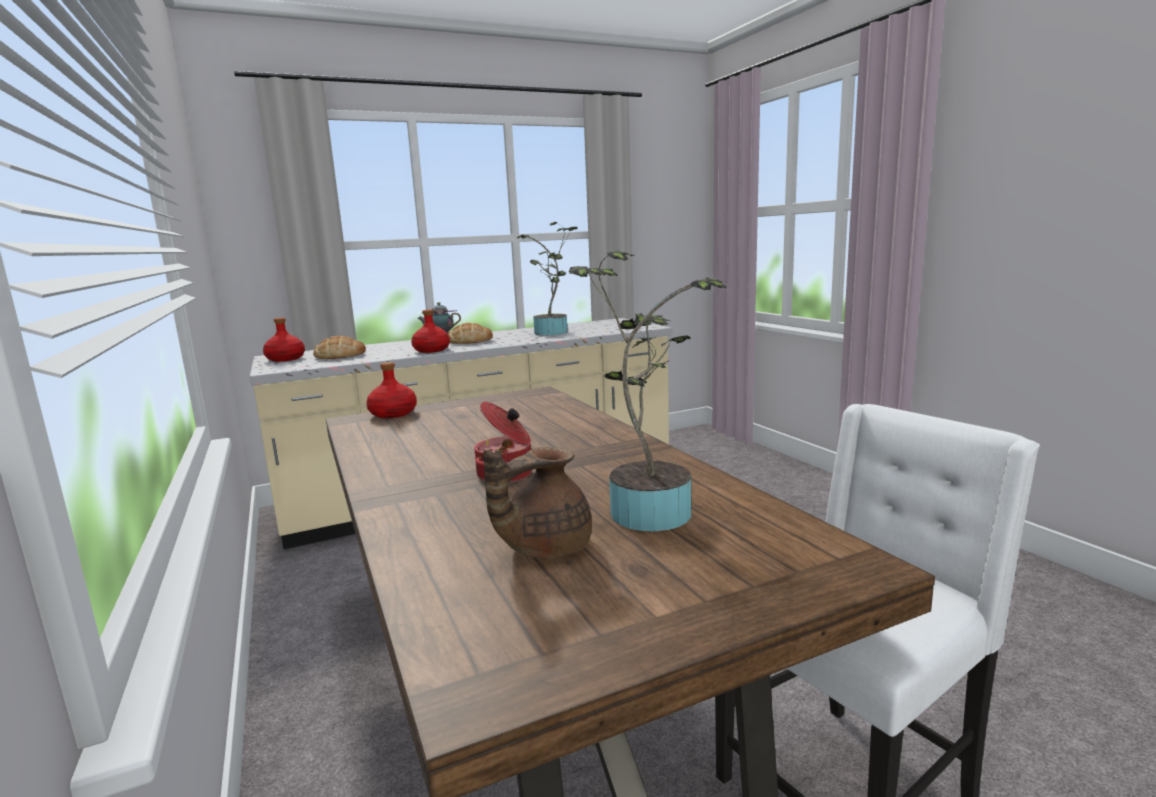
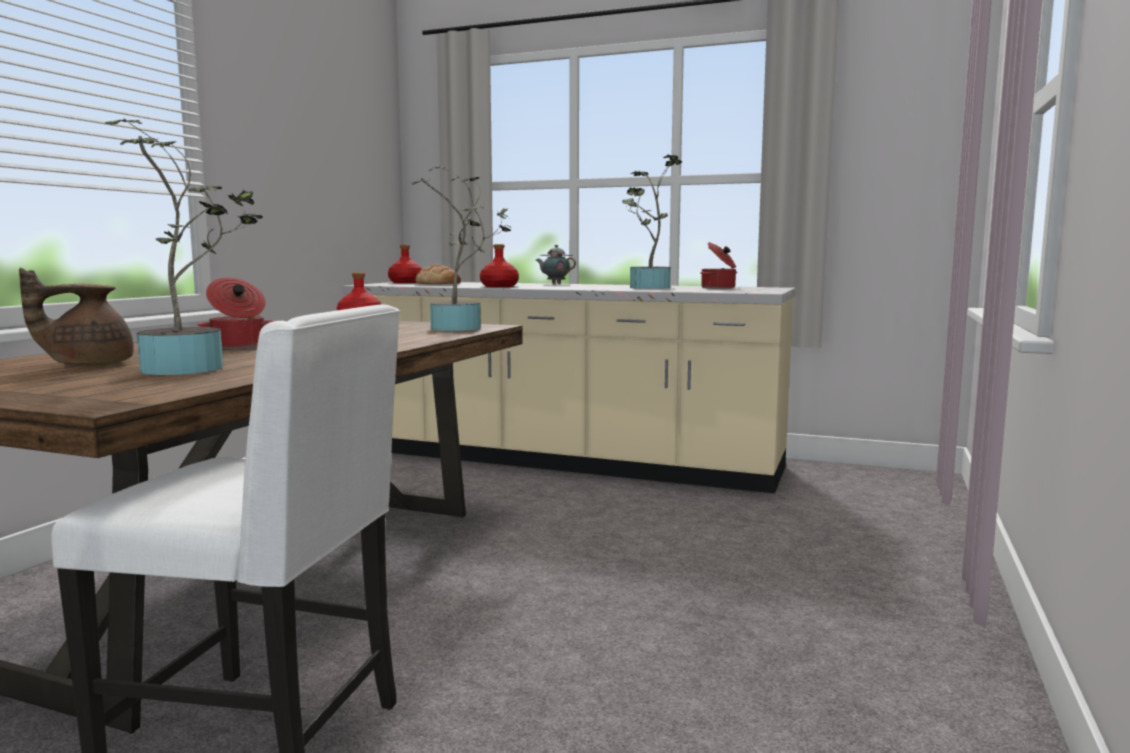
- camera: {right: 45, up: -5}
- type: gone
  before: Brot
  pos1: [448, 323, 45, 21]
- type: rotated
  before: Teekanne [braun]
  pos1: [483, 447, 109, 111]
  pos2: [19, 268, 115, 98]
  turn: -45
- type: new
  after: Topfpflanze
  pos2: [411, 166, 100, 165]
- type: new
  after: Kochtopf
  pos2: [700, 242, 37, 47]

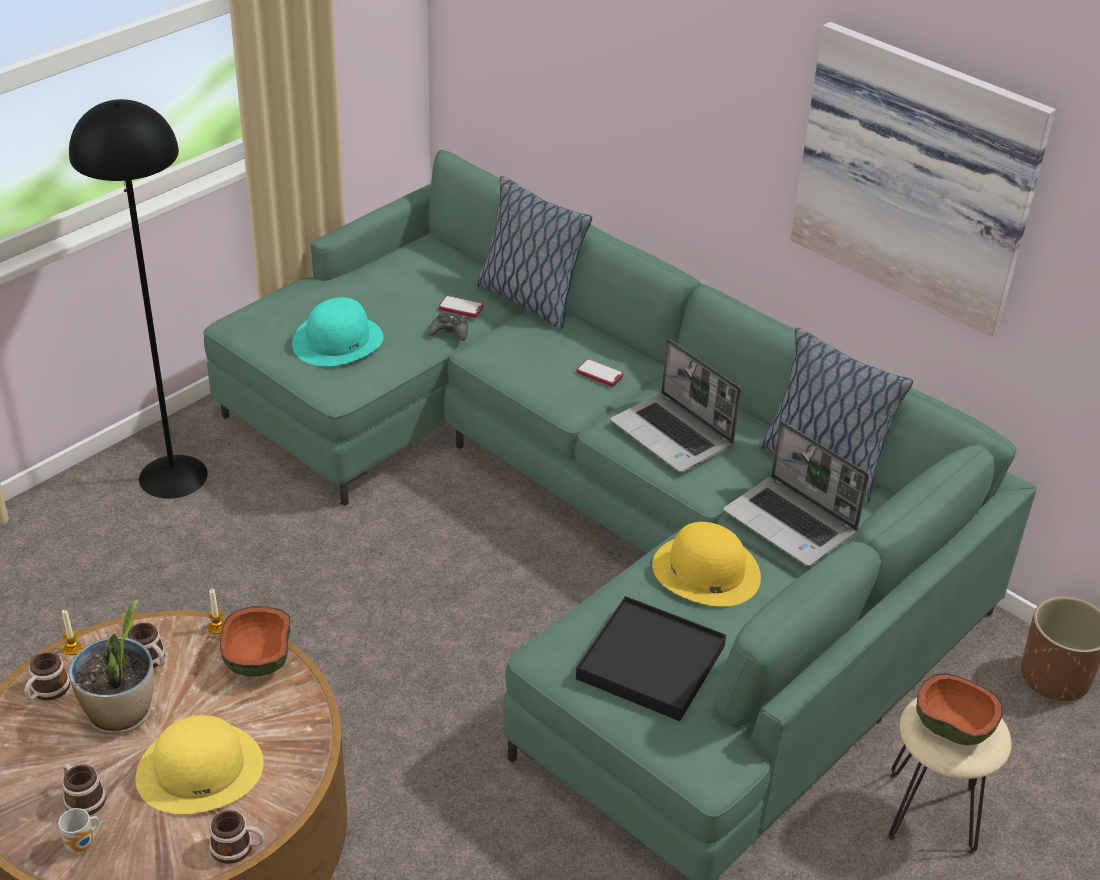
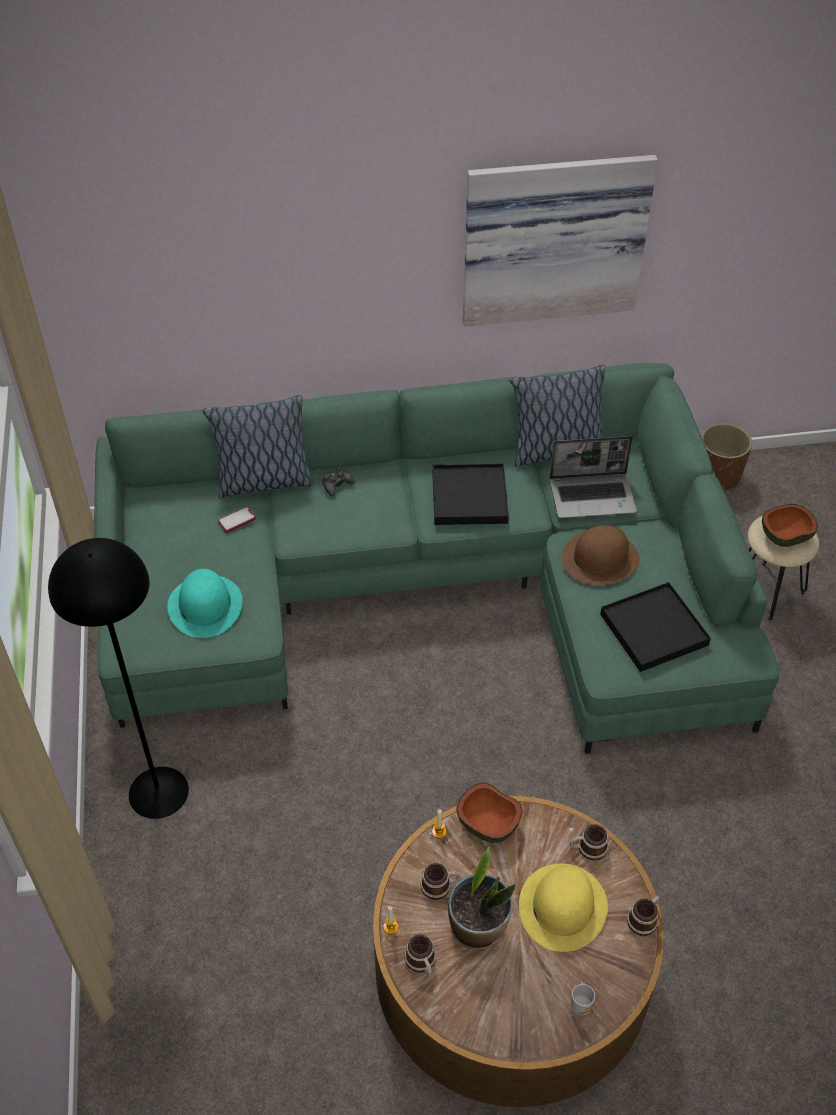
- camera: {right: -50, up: 10}
- type: shifted
  before: Henkelbecher
  pos1: [62, 763, 44, 53]
  pos2: [570, 824, 38, 37]
- type: shifted
  before: Gamepad [schwarz]
  pos1: [428, 312, 40, 29]
  pos2: [322, 469, 33, 28]
- type: gone
  before: Handy
  pos1: [577, 359, 46, 28]
- type: swapped
  before: Laptop
  after: Tablett [schwarz]
  pos1: [611, 338, 130, 134]
  pos2: [432, 464, 77, 61]
- type: repainted
  before: Hut [gelb]
  after: Hut [braun]
  pos1: [652, 522, 109, 84]
  pos2: [562, 525, 77, 60]

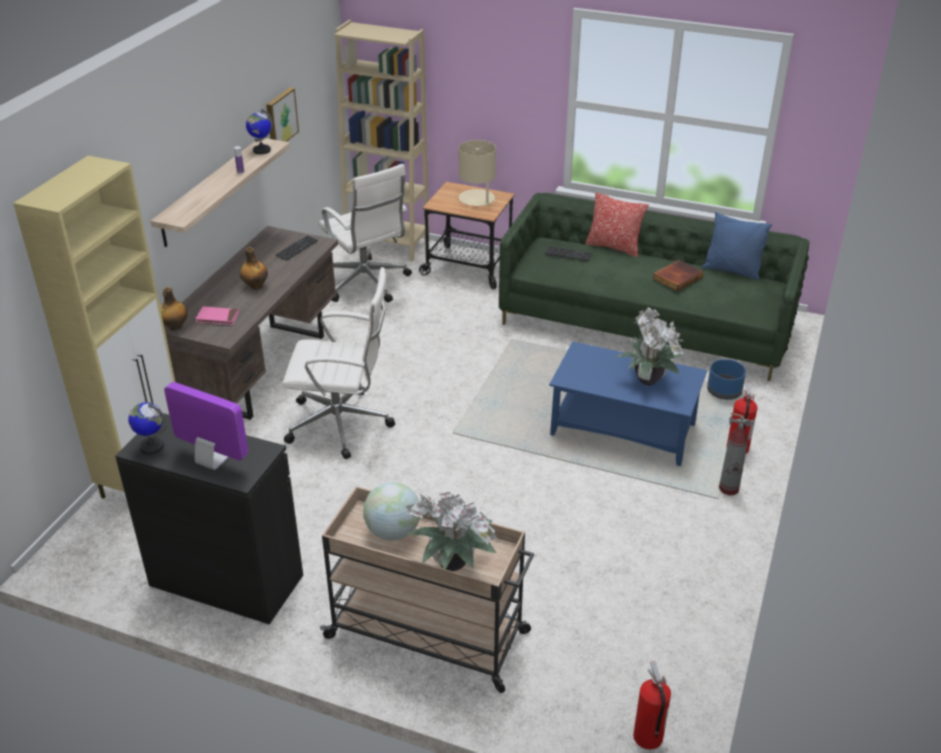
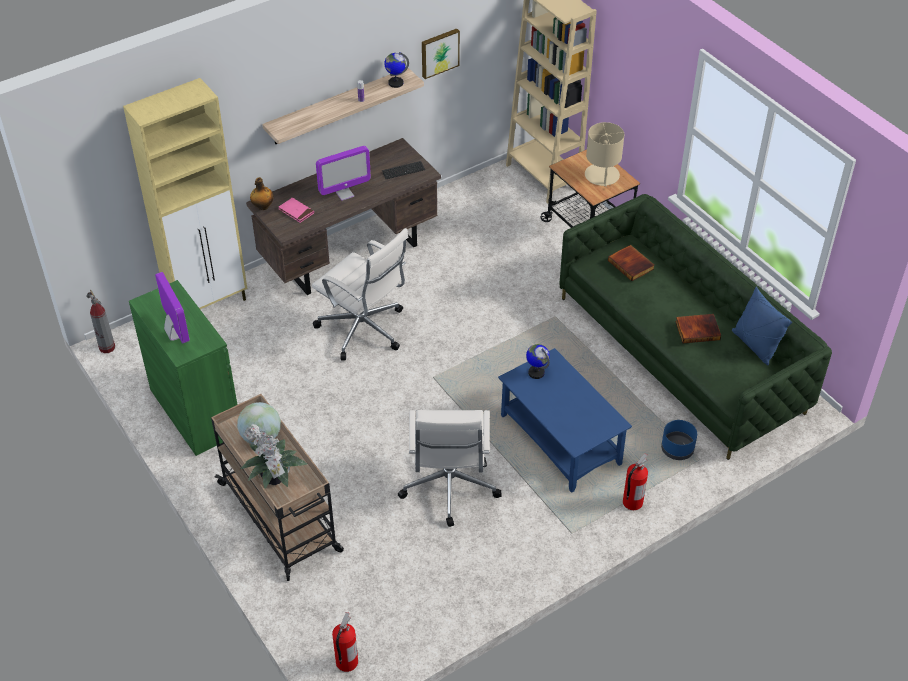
- camera: {right: 35, up: 10}
- type: repainted
  before: Schrank [schwarz]
  after: Schrank [grün]
  pos1: [115, 413, 188, 211]
  pos2: [129, 280, 109, 176]
- type: shifted
  before: Globus
  pos1: [128, 402, 39, 53]
  pos2: [526, 344, 24, 35]
- type: swapped
  before: Flasche
  after: Monitor
  pos1: [240, 247, 28, 43]
  pos2: [316, 146, 55, 55]
- type: shifted
  before: Bürostuhl [weiß]
  pos1: [318, 164, 94, 138]
  pos2: [398, 410, 104, 117]
- type: swapped
  before: Tastatur
  after: Buch
  pos1: [545, 246, 47, 16]
  pos2: [608, 245, 46, 36]
- type: gone
  before: Kissen
  pos1: [585, 193, 64, 64]
- type: gone
  before: Topfpflanze
  pos1: [614, 307, 69, 79]
- type: shifted
  before: Feuerlöscher
  pos1: [719, 413, 36, 82]
  pos2: [86, 290, 29, 63]

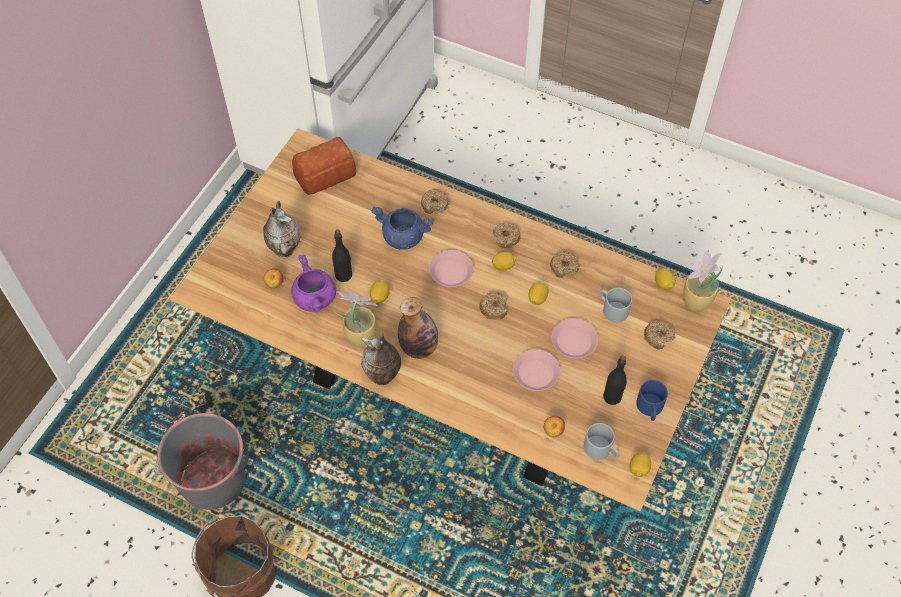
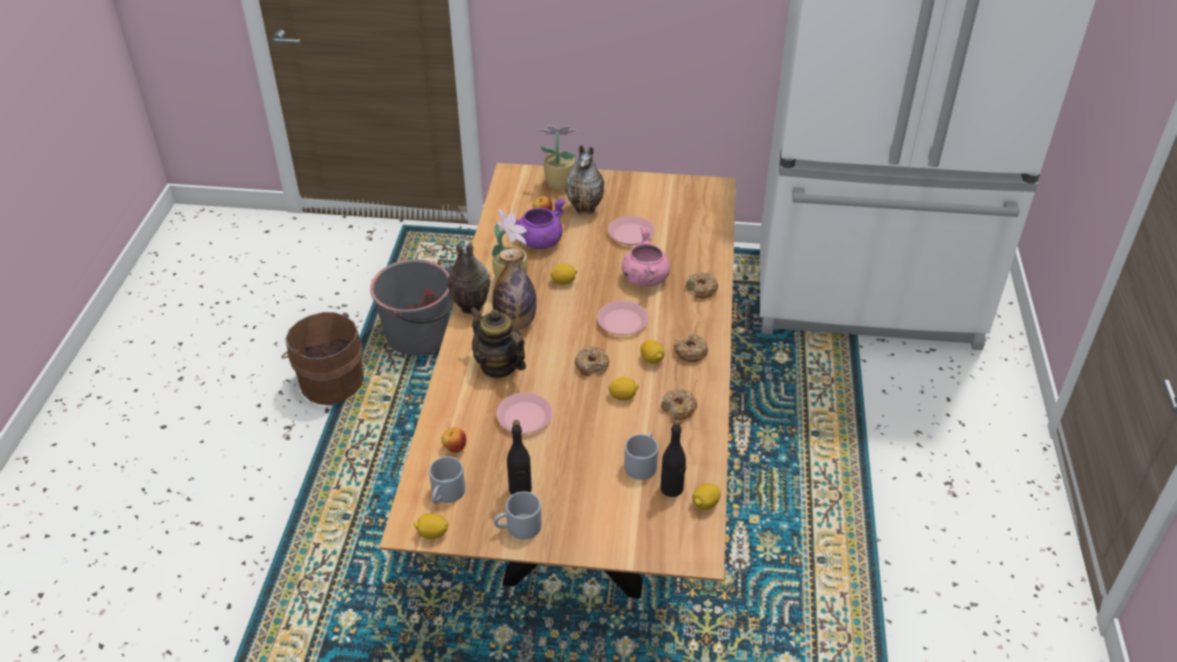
- camera: {right: 70, up: -15}
- type: gone
  before: Brot
  pos1: [292, 137, 64, 58]
- type: shifted
  before: Flasche [schwarz]
  pos1: [332, 229, 20, 53]
  pos2: [661, 419, 25, 78]
- type: repainted
  before: Kochtopf [blau]
  after: Kochtopf [rosa]
  pos1: [371, 207, 62, 43]
  pos2: [622, 228, 48, 59]
- type: shifted
  before: Teller [rosa]
  pos1: [551, 318, 47, 40]
  pos2: [608, 216, 47, 29]
- type: repainted
  before: Henkelbecher [blau]
  after: Henkelbecher [grau]
  pos1: [636, 380, 32, 41]
  pos2: [494, 492, 48, 48]
- type: gone
  before: Donut
  pos1: [644, 321, 31, 28]
- type: shifted
  before: Topfpflanze
  pos1: [683, 250, 40, 61]
  pos2: [537, 126, 41, 64]
- type: new
  after: Teekanne
  pos2: [470, 307, 56, 71]

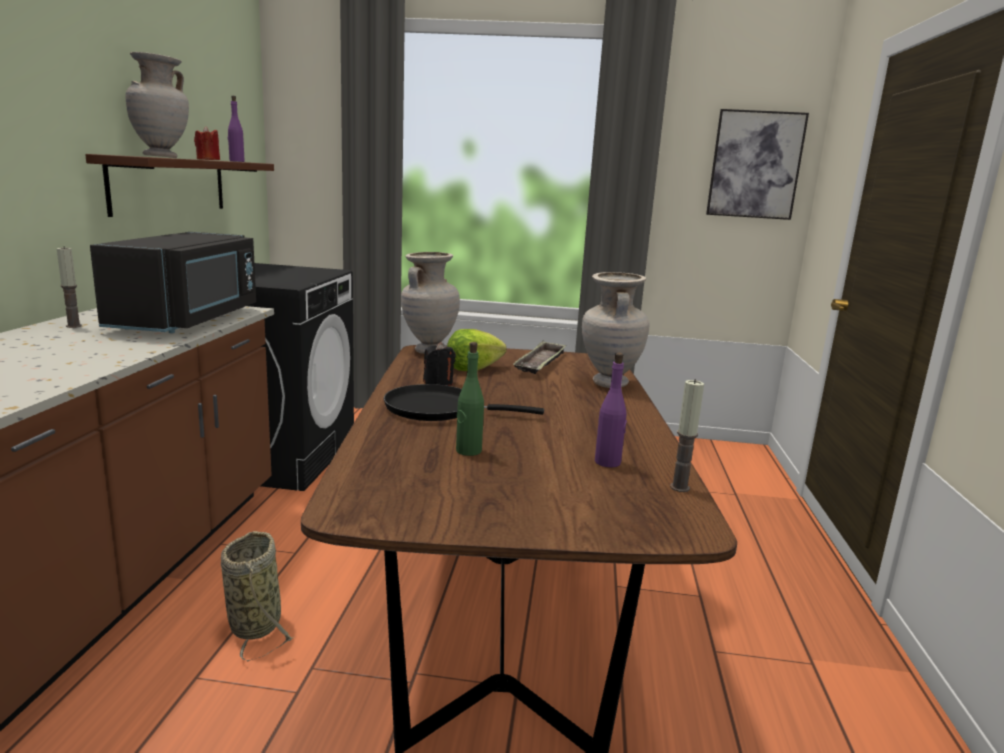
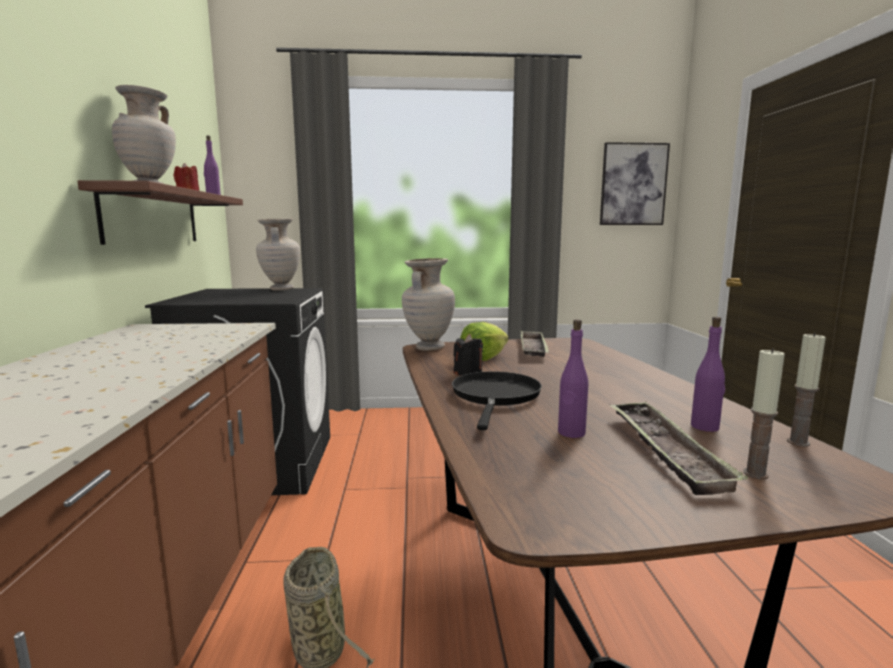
- camera: {right: -10, up: -5}
- type: shifted
  before: Kerze
  pos1: [57, 246, 25, 82]
  pos2: [743, 348, 42, 132]
- type: gone
  before: Mikrowelle [schwarz]
  pos1: [90, 232, 166, 101]
- type: rotated
  before: Pfanne [schwarz]
  pos1: [384, 384, 160, 37]
  pos2: [452, 371, 90, 59]
  turn: 105
- type: repainted
  before: Flasche [grün]
  after: Flasche [lila]
  pos1: [456, 342, 28, 114]
  pos2: [558, 319, 30, 119]
- type: shifted
  before: Vase [beige]
  pos1: [582, 272, 67, 116]
  pos2: [256, 218, 44, 73]
- type: new
  after: Tablett
  pos2: [610, 402, 138, 93]

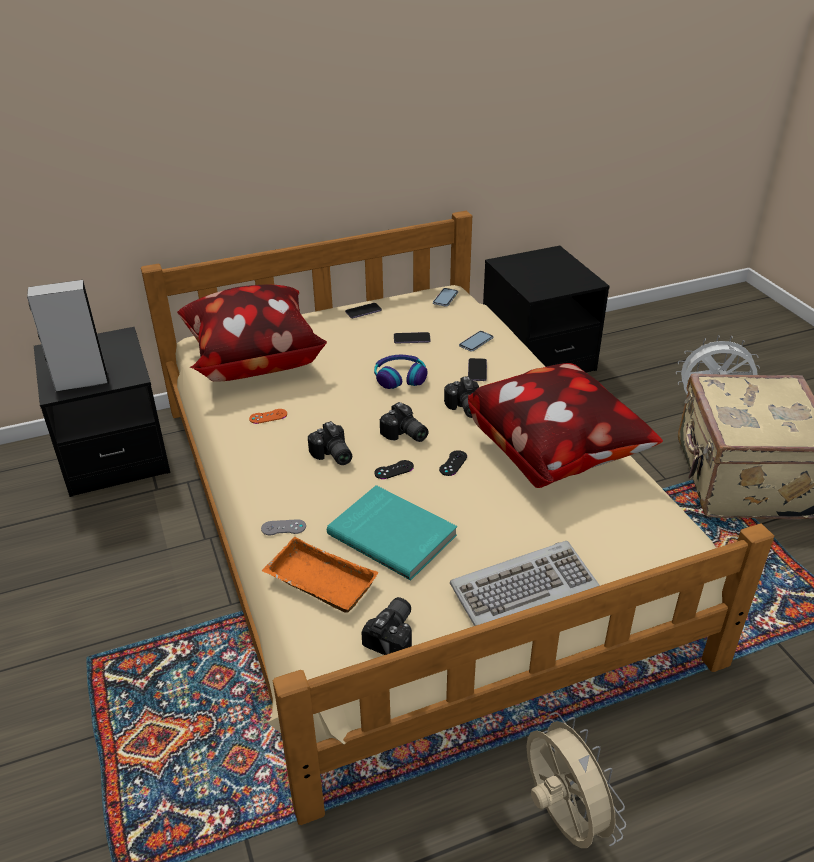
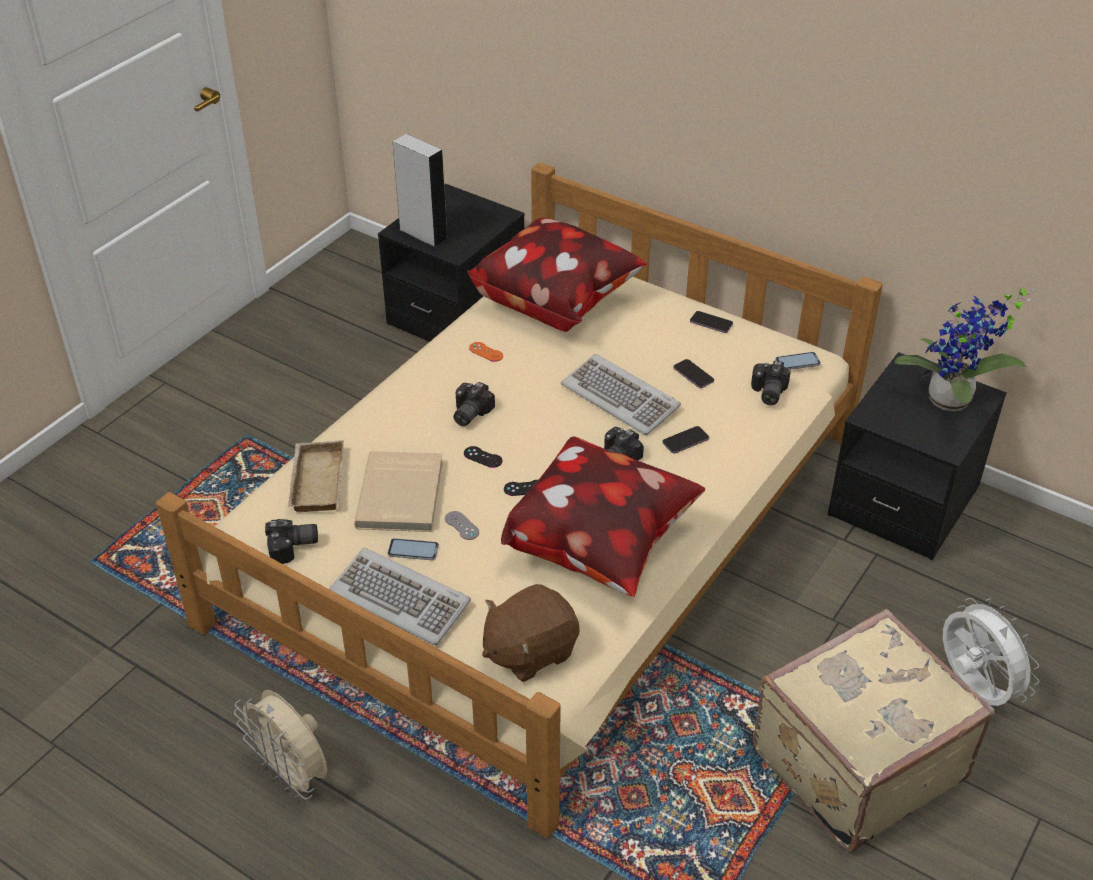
- camera: {right: 55, up: 5}
- type: shifted
  before: Gamepad [grau]
  pos1: [261, 519, 45, 16]
  pos2: [445, 511, 34, 29]
- type: repainted
  before: Tablett [orange]
  after: Tablett [beige]
  pos1: [262, 537, 117, 76]
  pos2: [288, 440, 56, 72]
- type: repainted
  before: Buch [türkis]
  after: Buch [beige]
  pos1: [327, 485, 130, 95]
  pos2: [354, 451, 89, 81]
- type: swapped
  before: Kopfhörer
  after: Tastatur
  pos1: [374, 354, 53, 35]
  pos2: [561, 354, 120, 81]
- type: shifted
  before: Kamera
  pos1: [380, 402, 48, 40]
  pos2: [751, 360, 40, 46]
- type: shifted
  before: Handy
  pos1: [459, 331, 34, 21]
  pos2: [388, 538, 51, 22]
- type: rotated
  before: Ventilator [beige]
  pos1: [526, 712, 100, 136]
  pos2: [234, 690, 94, 110]
  turn: 105
- type: new
  after: Plüschtier [braun]
  pos2: [482, 584, 98, 98]
- type: new
  after: Topfpflanze
  pos2: [895, 288, 141, 123]

